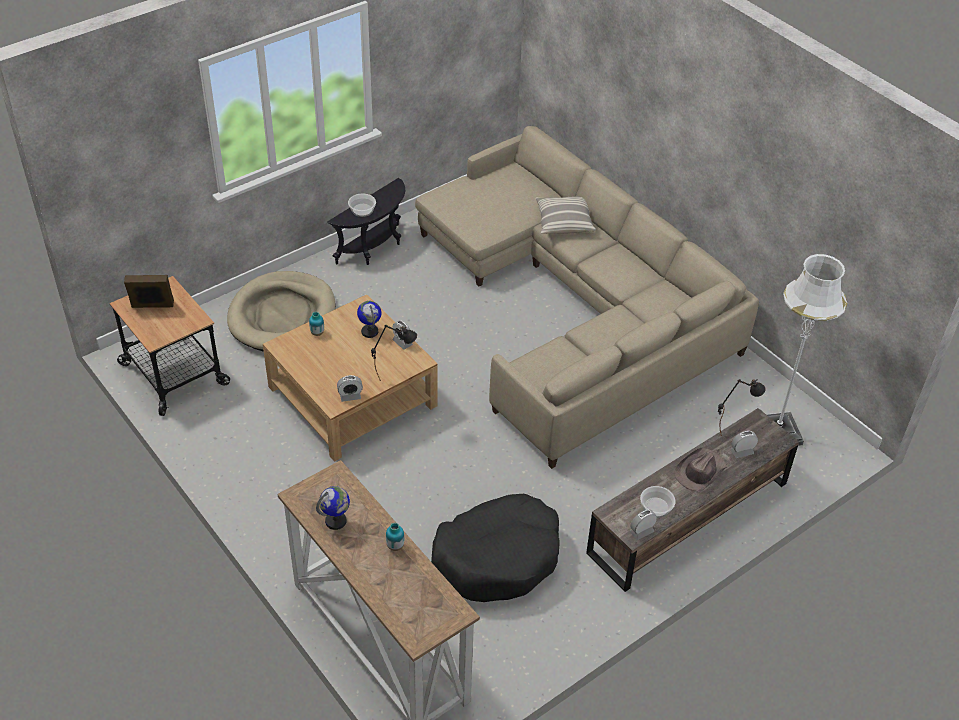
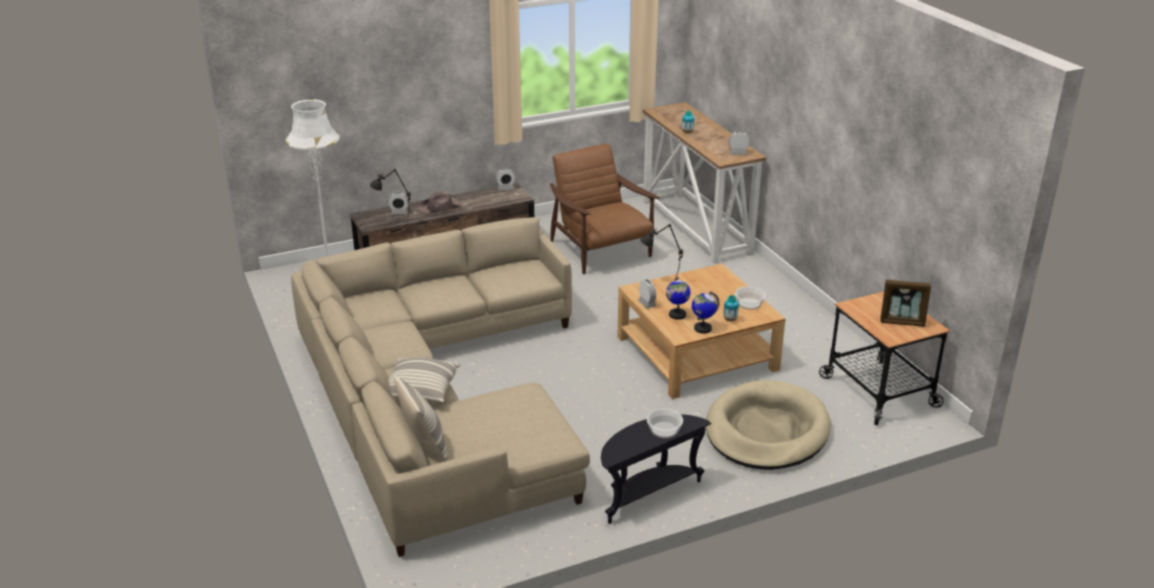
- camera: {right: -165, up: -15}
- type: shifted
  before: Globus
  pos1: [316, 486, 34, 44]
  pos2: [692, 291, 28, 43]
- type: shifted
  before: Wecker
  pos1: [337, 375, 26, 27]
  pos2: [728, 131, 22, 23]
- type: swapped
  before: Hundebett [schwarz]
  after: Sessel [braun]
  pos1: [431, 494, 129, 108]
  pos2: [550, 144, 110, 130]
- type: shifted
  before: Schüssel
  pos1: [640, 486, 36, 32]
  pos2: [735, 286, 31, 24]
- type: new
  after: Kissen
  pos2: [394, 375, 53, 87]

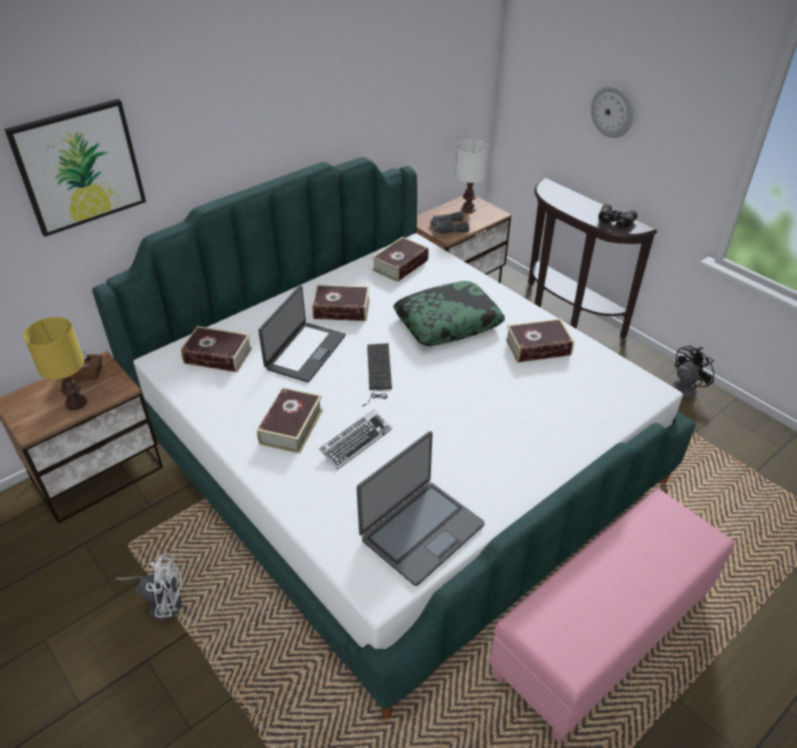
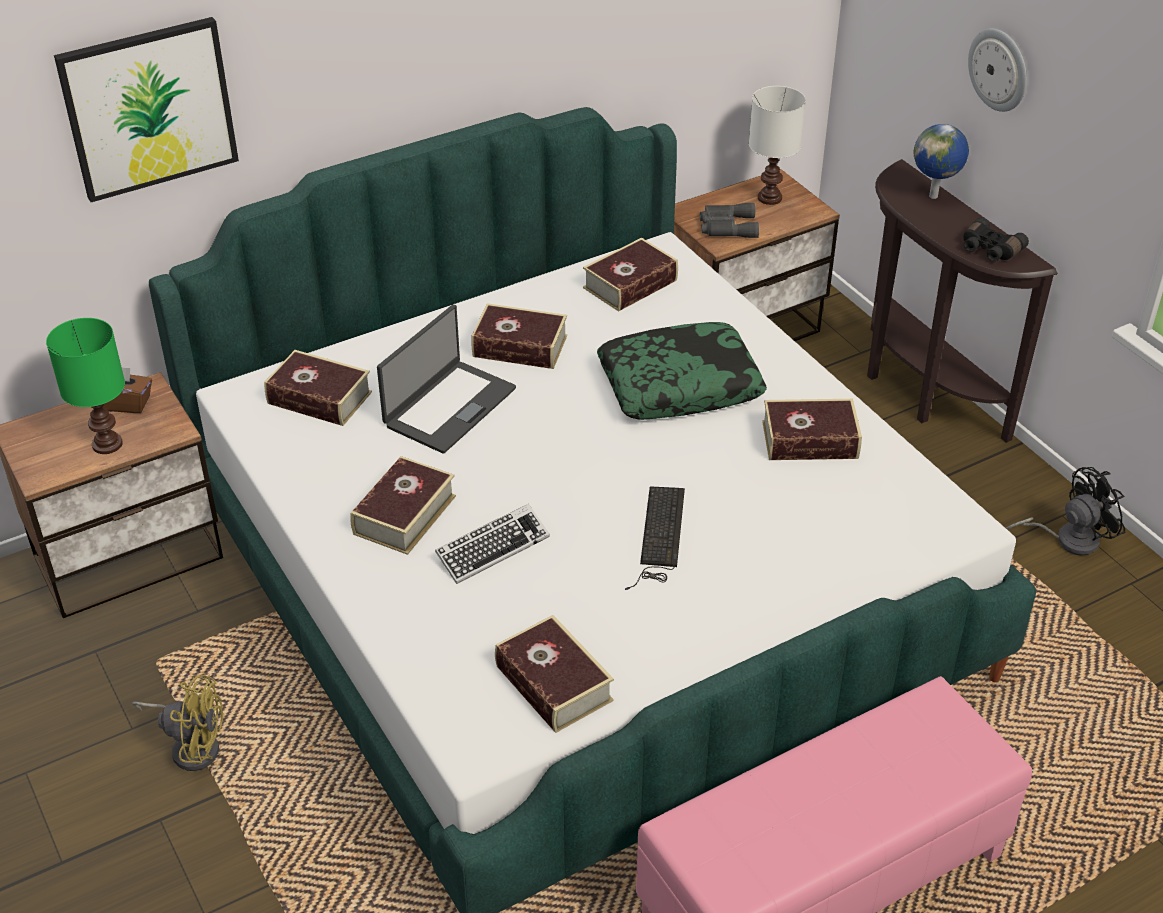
- camera: {right: 10, up: 0}
- type: repainted
  before: Tischlampe [gelb]
  after: Tischlampe [grün]
  pos1: [23, 317, 64, 93]
  pos2: [46, 318, 79, 136]
- type: repainted
  before: Ventilator [weiß]
  after: Ventilator [gelb]
  pos1: [116, 554, 66, 66]
  pos2: [132, 675, 92, 96]
- type: swapped
  before: Laptop
  after: Buch
  pos1: [357, 431, 127, 155]
  pos2: [495, 615, 119, 118]
- type: shifted
  before: Tastatur
  pos1: [363, 343, 29, 63]
  pos2: [625, 486, 60, 104]
- type: new
  after: Globus
  pos2: [913, 124, 56, 75]

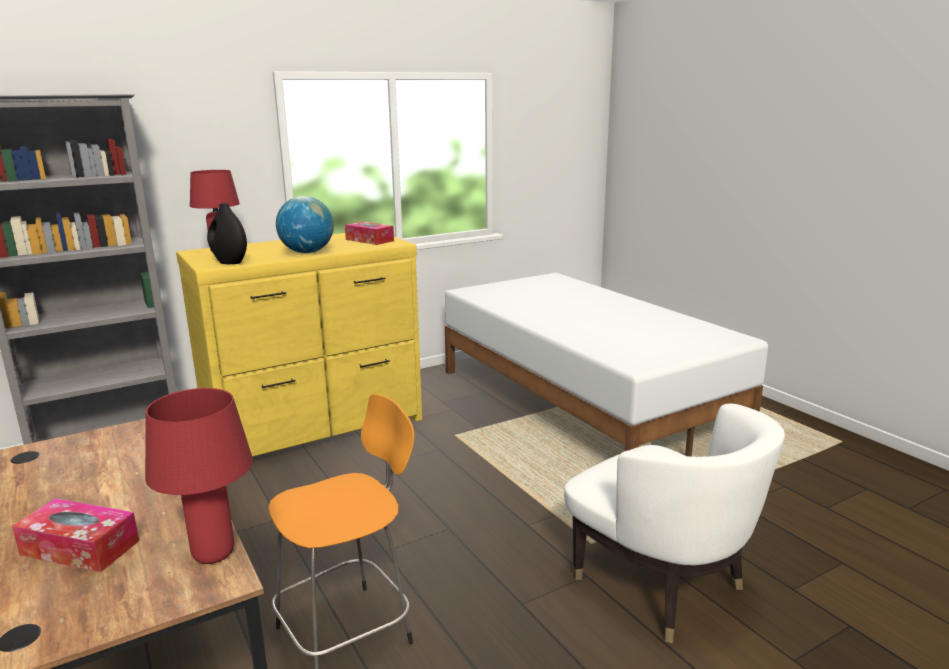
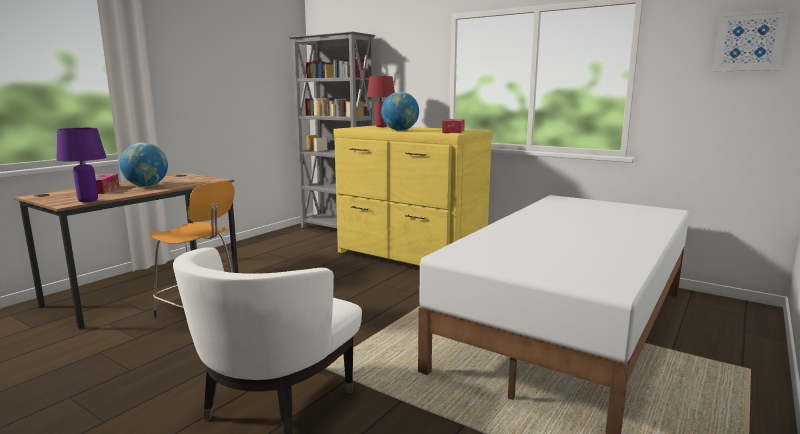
- camera: {right: 65, up: -5}
- type: repainted
  before: Tischlampe [rot]
  after: Tischlampe [lila]
  pos1: [145, 388, 108, 176]
  pos2: [56, 128, 50, 74]
- type: gone
  before: Vase [schwarz]
  pos1: [207, 203, 40, 61]
- type: new
  after: Globus
  pos2: [119, 143, 49, 43]
- type: new
  after: Bild
  pos2: [712, 8, 78, 64]

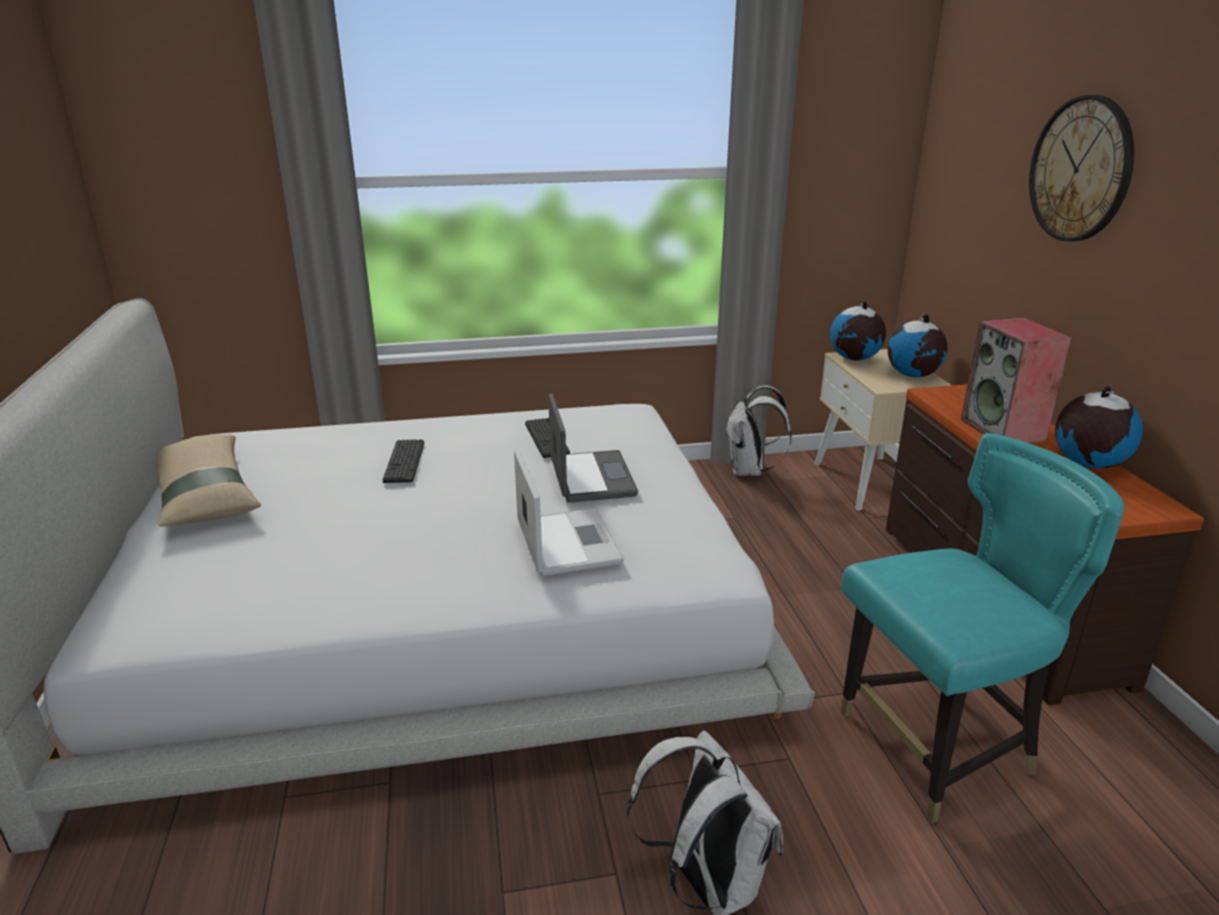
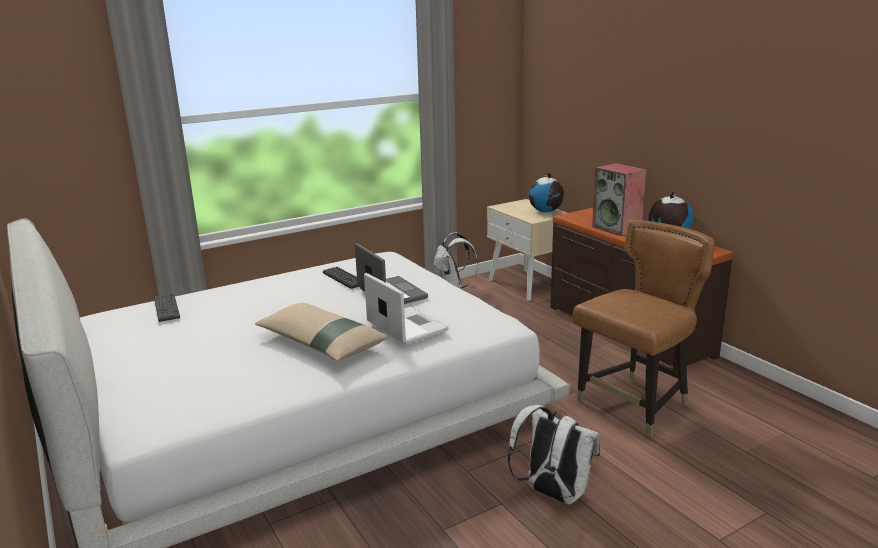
- camera: {right: -20, up: -5}
- type: shifted
  before: Kissen [beige]
  pos1: [156, 434, 105, 93]
  pos2: [255, 303, 133, 58]
- type: shifted
  before: Tastatur
  pos1: [383, 439, 41, 44]
  pos2: [154, 294, 26, 28]
- type: gone
  before: Globus
  pos1: [830, 300, 56, 61]
- type: repainted
  before: Stuhl [türkis]
  after: Stuhl [braun]
  pos1: [840, 433, 284, 390]
  pos2: [572, 220, 142, 218]
- type: gone
  before: Wanduhr
  pos1: [1029, 95, 105, 146]

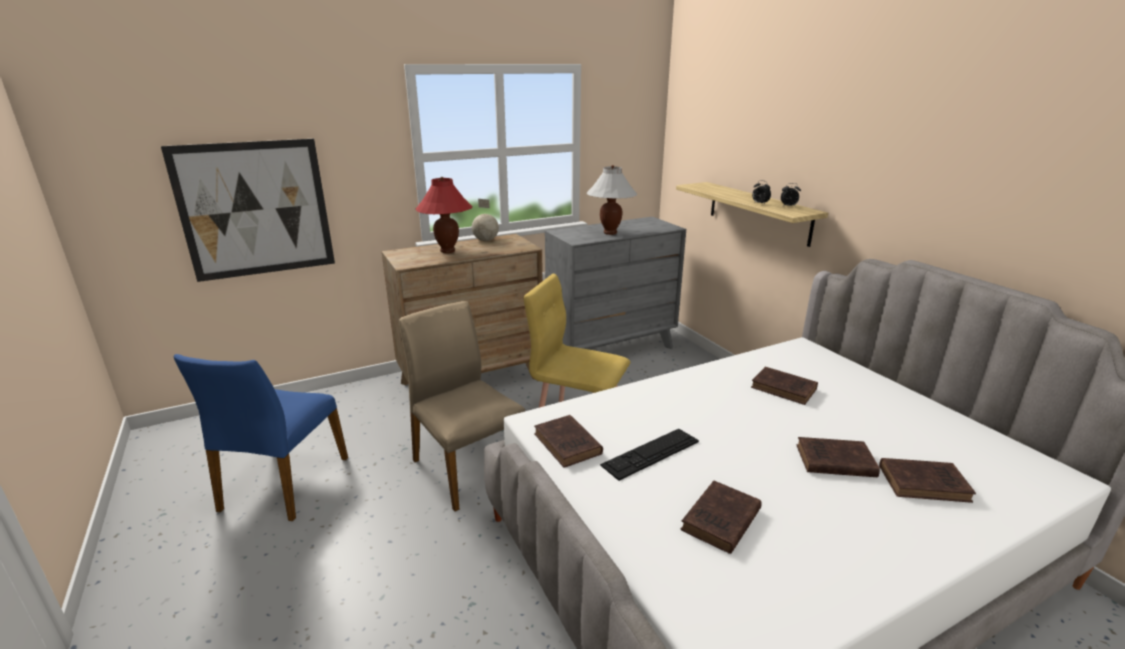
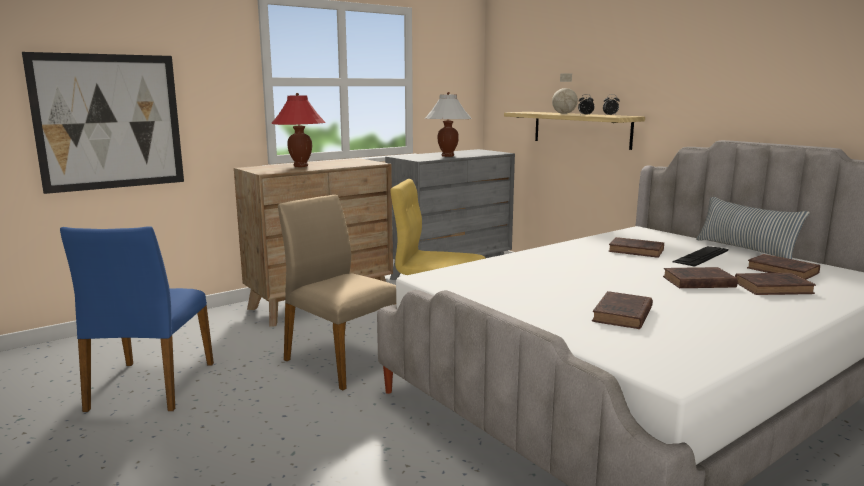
- camera: {right: -10, up: -10}
- type: shifted
  before: Globus
  pos1: [472, 199, 27, 42]
  pos2: [552, 74, 26, 40]
- type: shifted
  before: Buch [braun]
  pos1: [534, 415, 69, 53]
  pos2: [747, 254, 73, 25]
- type: shifted
  before: Tastatur
  pos1: [600, 429, 99, 52]
  pos2: [672, 246, 56, 21]
- type: new
  after: Kissen
  pos2: [696, 197, 114, 62]

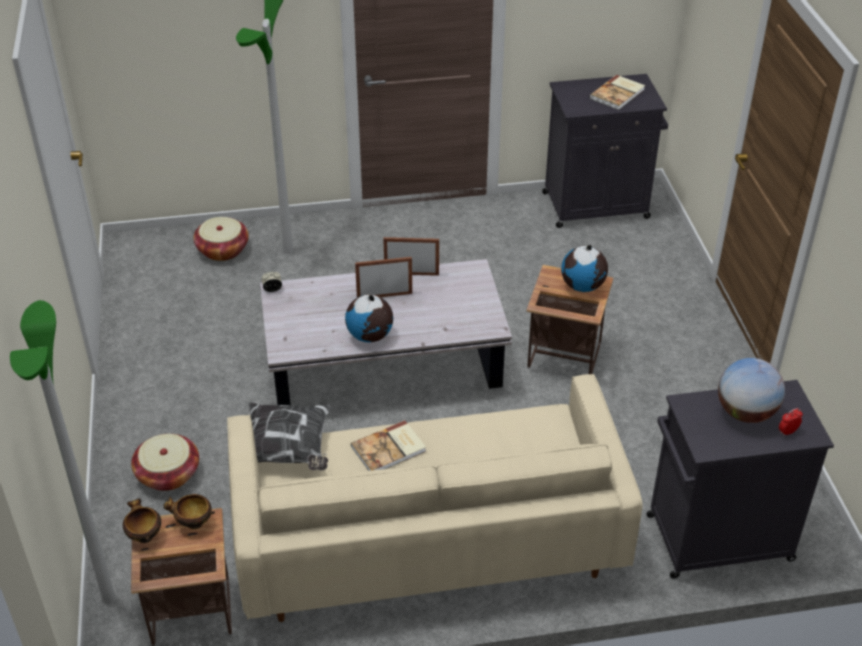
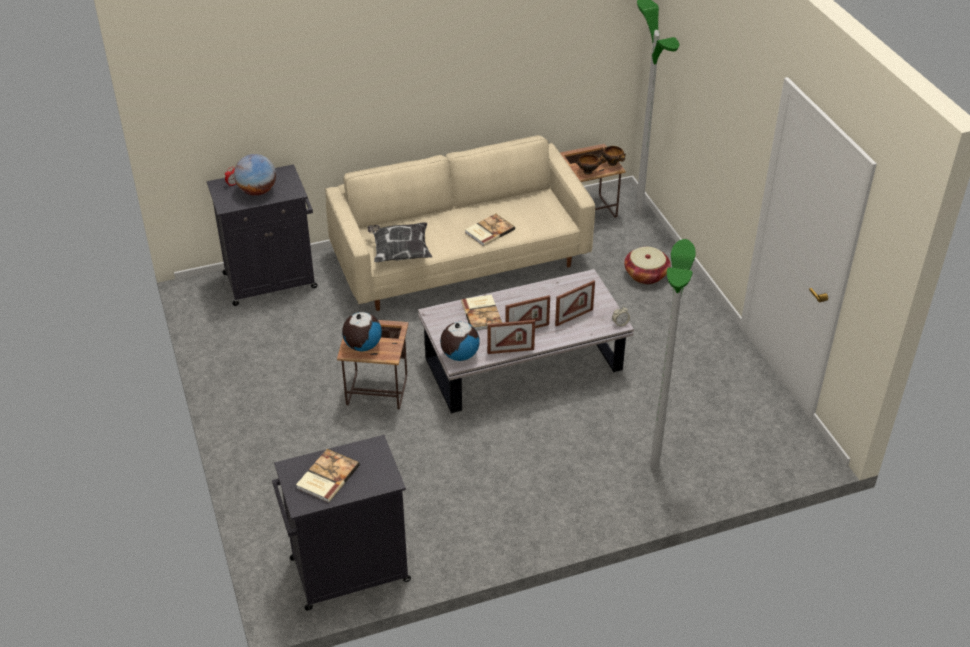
- camera: {right: 170, up: 0}
- type: gone
  before: Korb
  pos1: [193, 217, 56, 44]
- type: shifted
  before: Kissen
  pos1: [249, 402, 82, 69]
  pos2: [367, 222, 65, 40]
- type: shifted
  before: Globus
  pos1: [345, 294, 48, 48]
  pos2: [440, 322, 40, 39]
- type: new
  after: Buch
  pos2: [461, 295, 41, 36]
- type: new
  after: Bilderrahmen
  pos2: [555, 280, 40, 46]

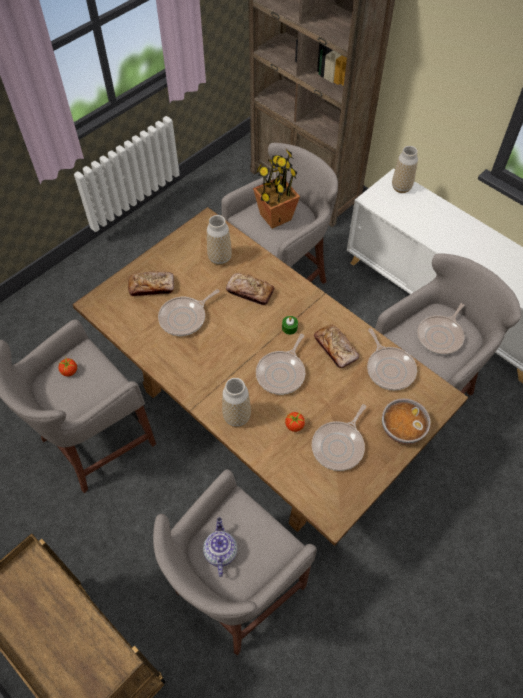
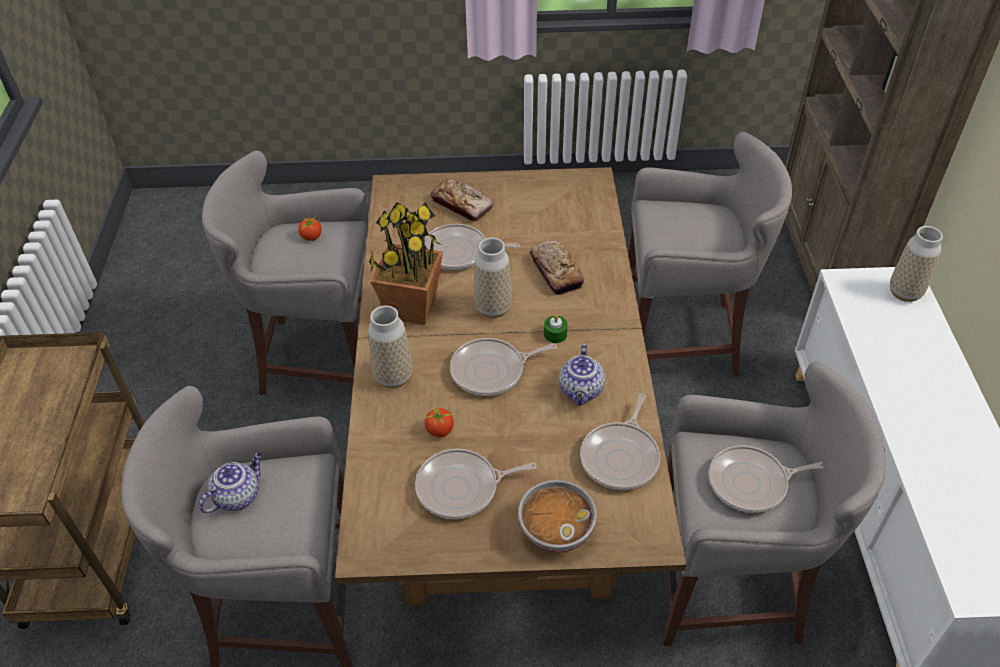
- camera: {right: 45, up: -10}
- type: shifted
  before: Vase
  pos1: [207, 215, 25, 50]
  pos2: [474, 237, 38, 81]
- type: shifted
  before: Topfpflanze
  pos1: [253, 149, 47, 80]
  pos2: [369, 202, 74, 123]
- type: swapped
  before: Brot
  after: Teekanne
  pos1: [314, 325, 45, 44]
  pos2: [559, 344, 46, 62]

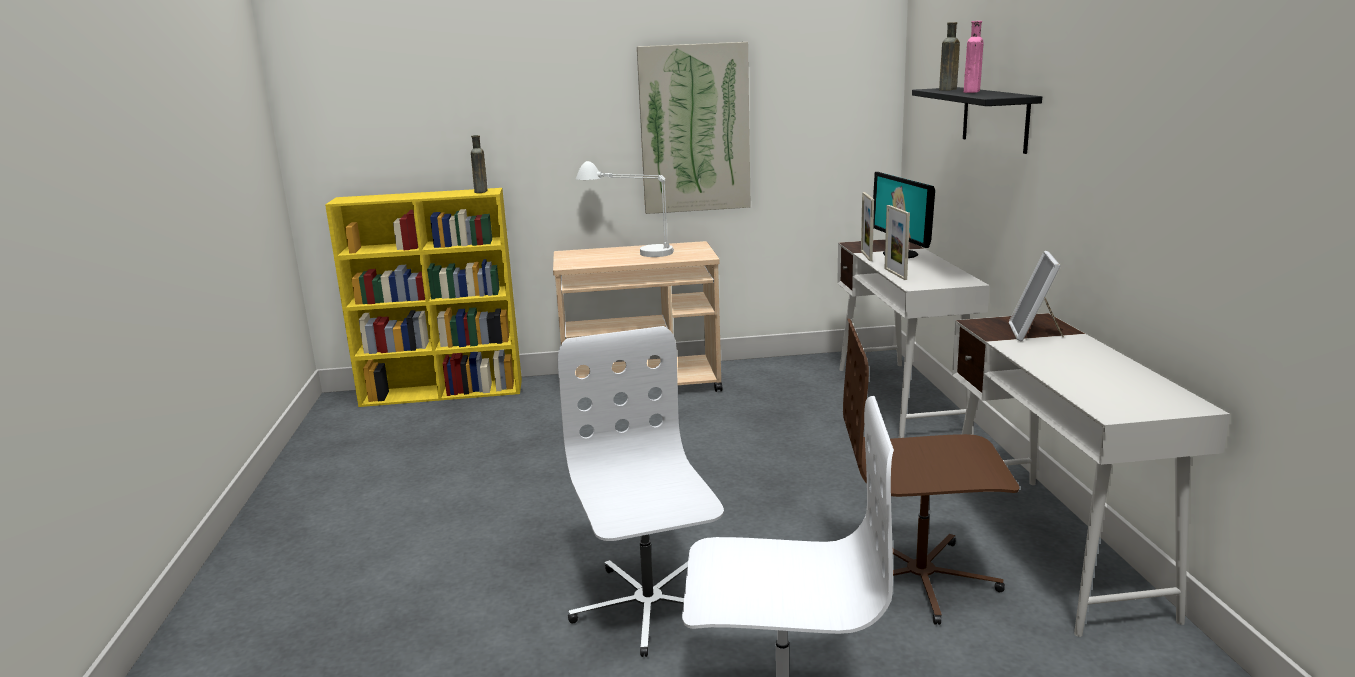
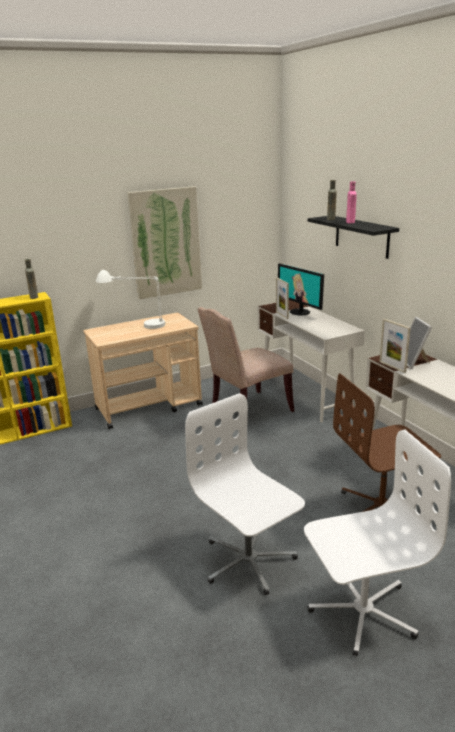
- camera: {right: -20, up: 5}
- type: shifted
  before: Bilderrahmen
  pos1: [884, 205, 26, 75]
  pos2: [379, 319, 32, 54]
- type: new
  after: Stuhl [beige]
  pos2: [198, 307, 97, 105]

